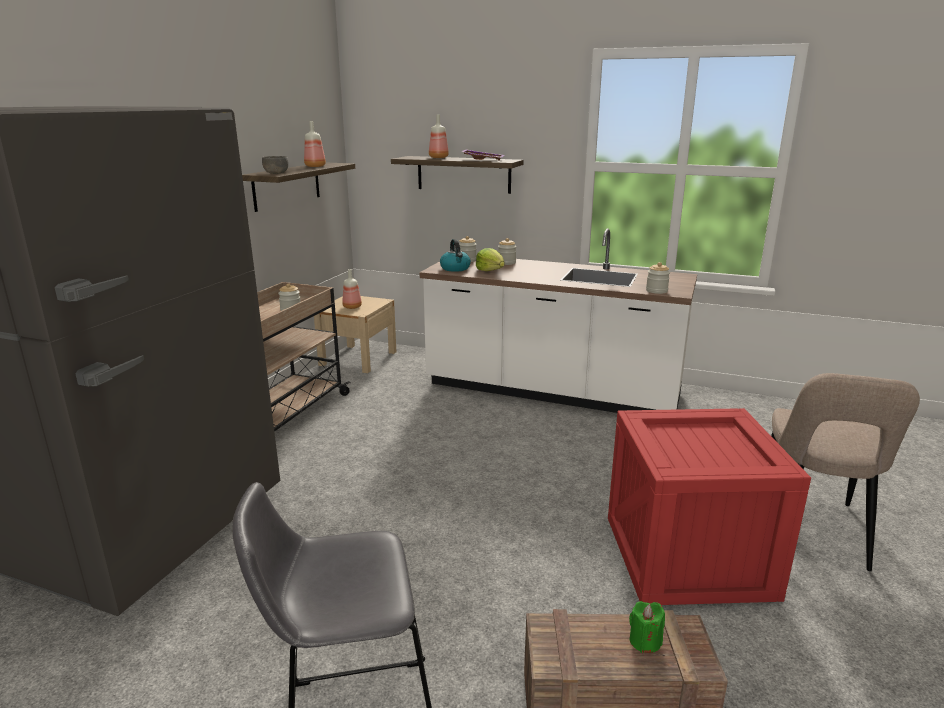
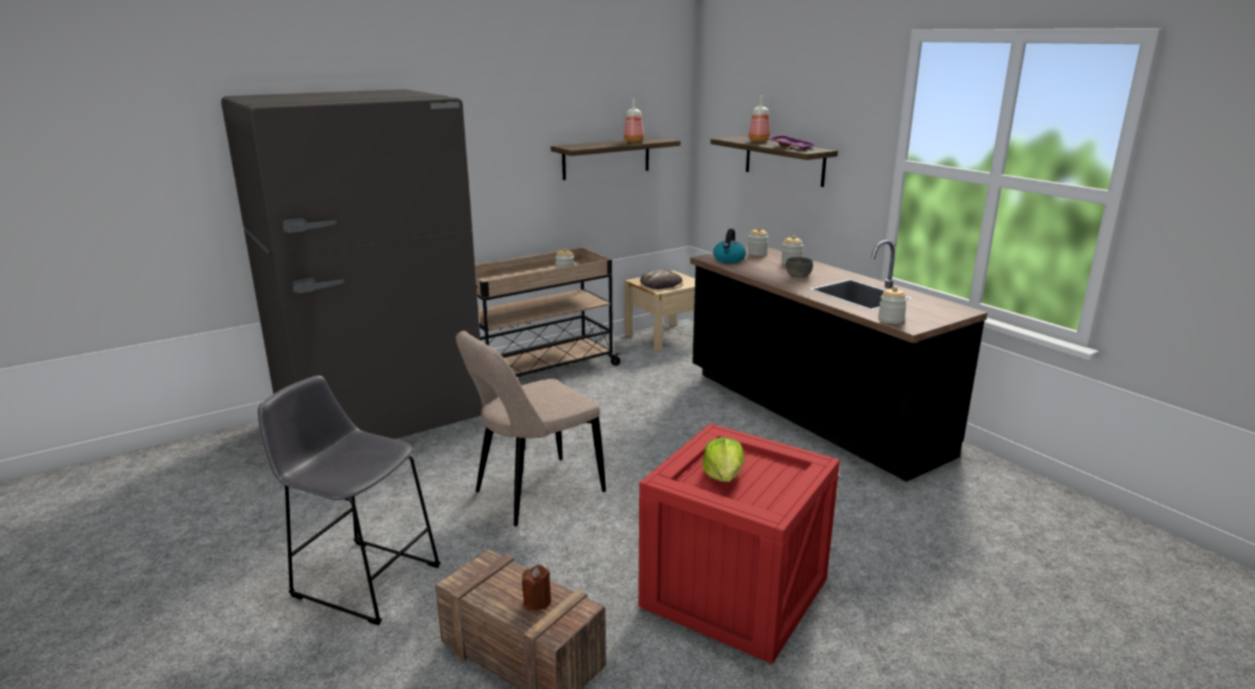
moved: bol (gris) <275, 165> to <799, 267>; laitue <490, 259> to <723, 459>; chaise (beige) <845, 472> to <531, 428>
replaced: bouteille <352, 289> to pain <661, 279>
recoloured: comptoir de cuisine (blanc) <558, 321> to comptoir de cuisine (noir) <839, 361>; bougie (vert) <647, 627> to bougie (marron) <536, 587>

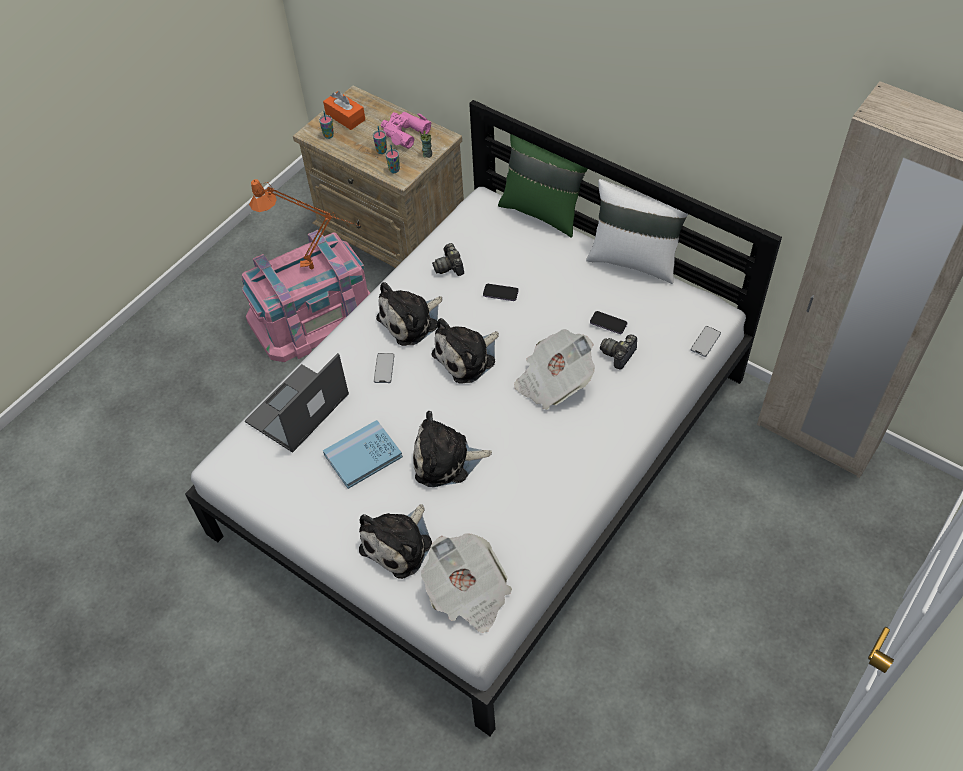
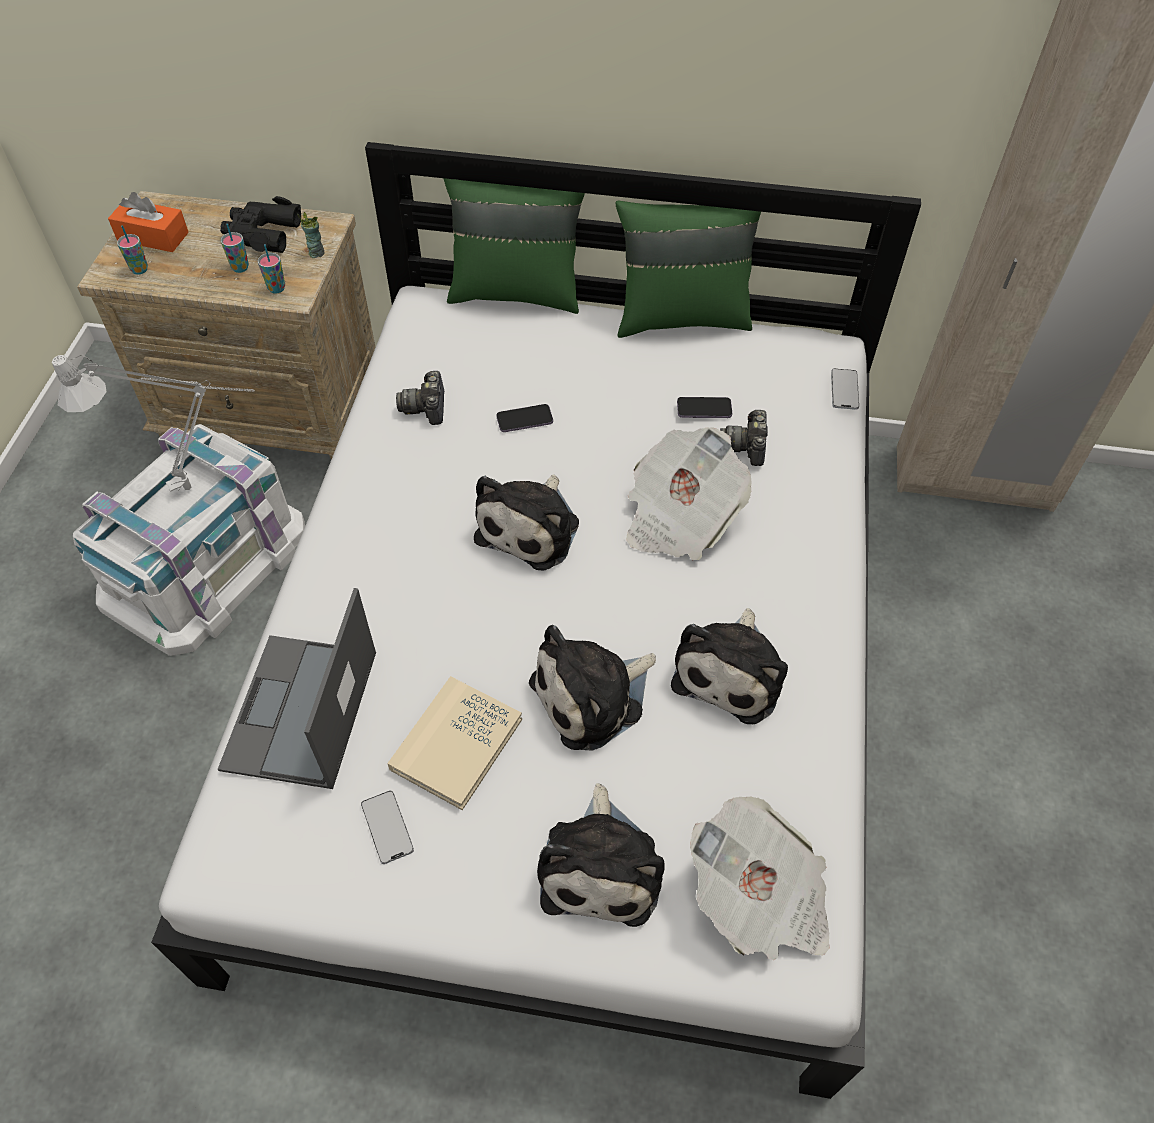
moved: téléphone <384, 368> to <387, 827>; peluche <409, 314> to <729, 666>
recoloured: boîte de rangement (rose) <306, 296> to boîte de rangement (blanc) <189, 540>; lampe de table (orange) <304, 224> to lampe de table (gris) <153, 423>; livre (bleu) <363, 454> to livre (beige) <454, 743>; jumelles (rose) <406, 130> to jumelles (noir) <260, 224>; coussin (blanc) <637, 231> to coussin (vert) <688, 269>
turned: appareil photo <448, 259> = <420, 398> 45 degrees clockwise

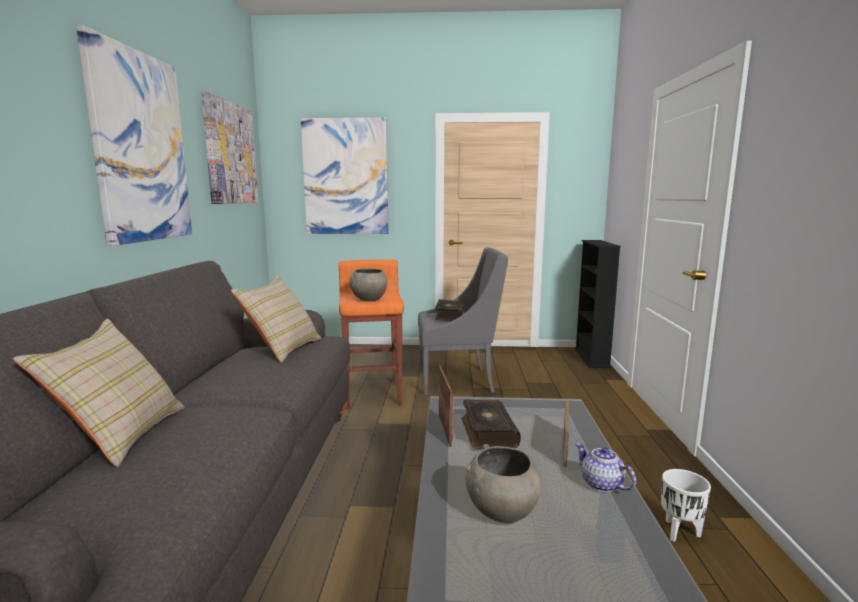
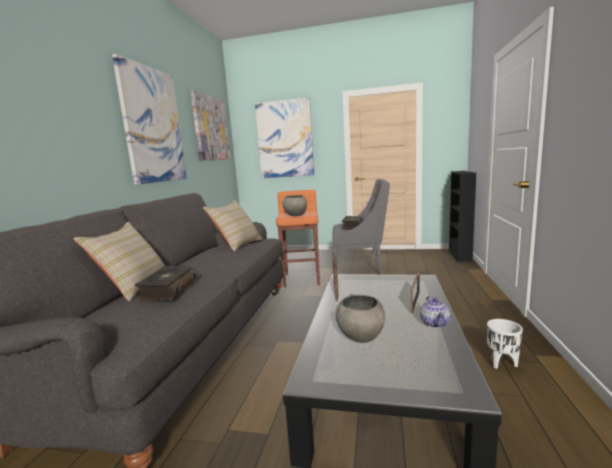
moved: livre <491, 424> to <166, 283>
turned: théière <605, 467> = <435, 312> 150 degrees counterclockwise

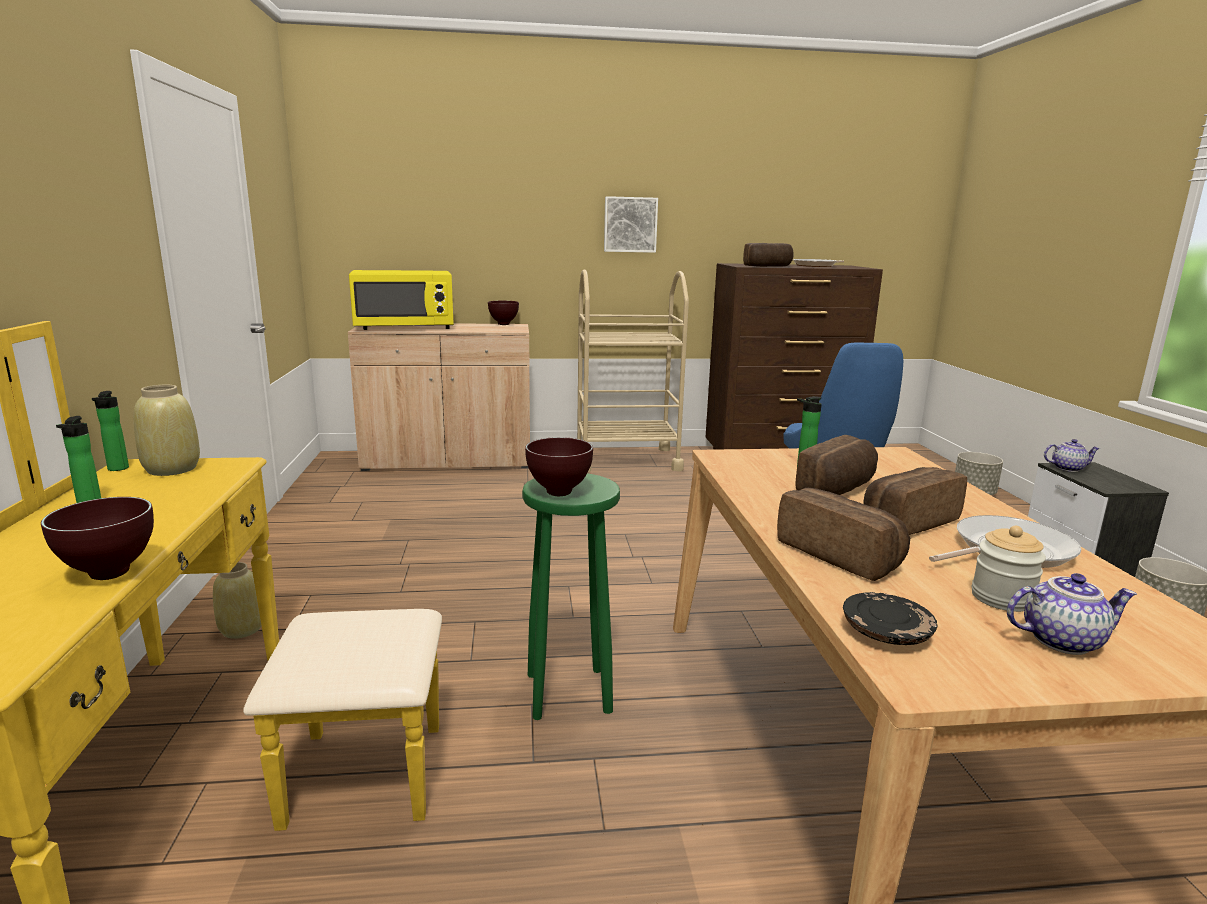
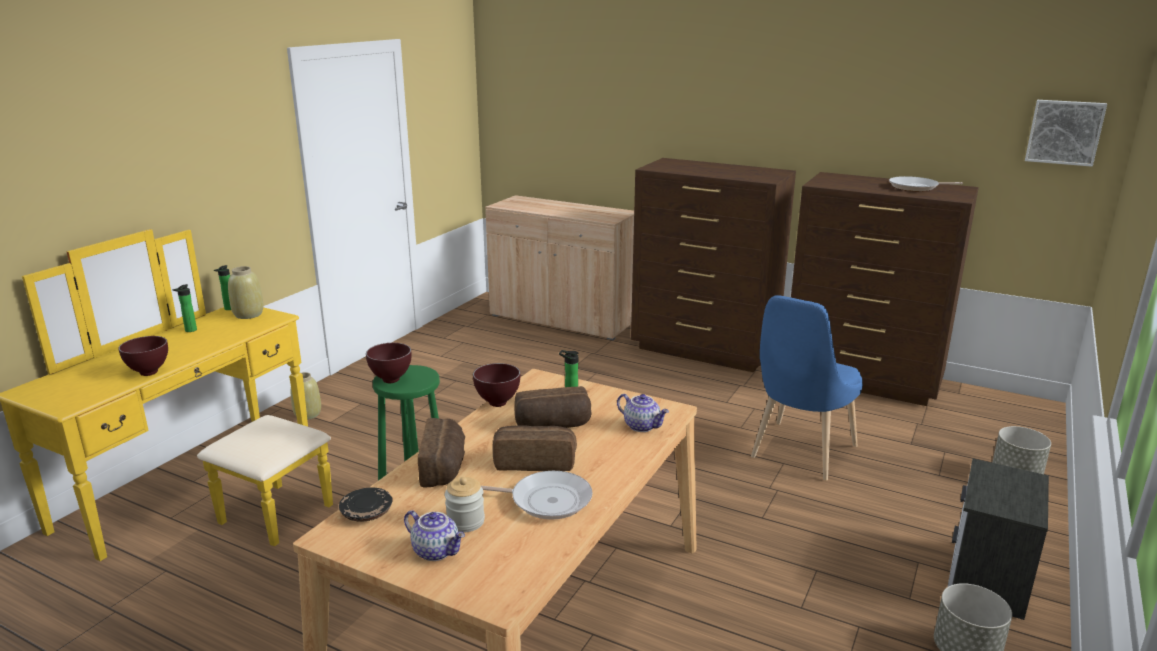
removed: micro-ondes (jaune) <401, 300>; pain <768, 255>
moved: bol (marron) <503, 313> to <496, 385>; tableau <631, 224> to <1066, 133>; théière <1072, 455> to <643, 413>
replaced: chariot (beige) <633, 371> to commode (marron) <713, 265>

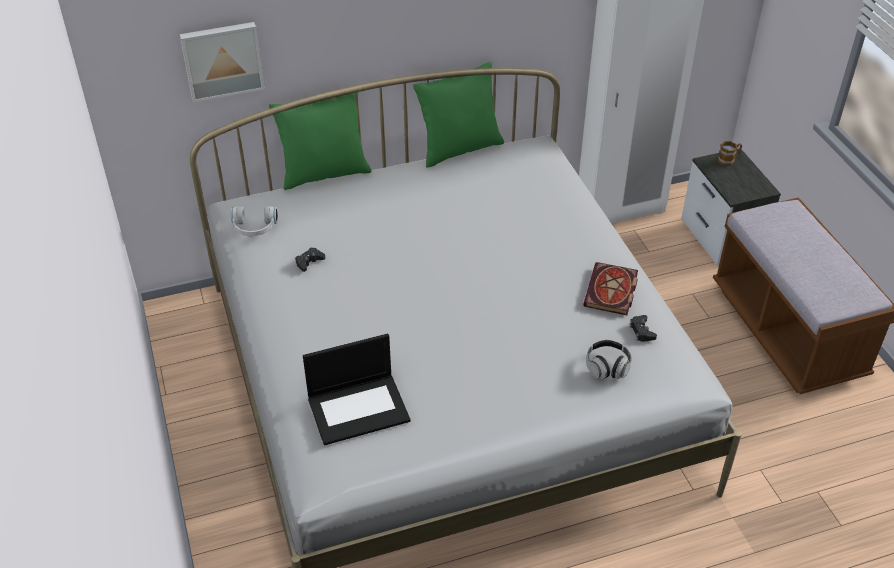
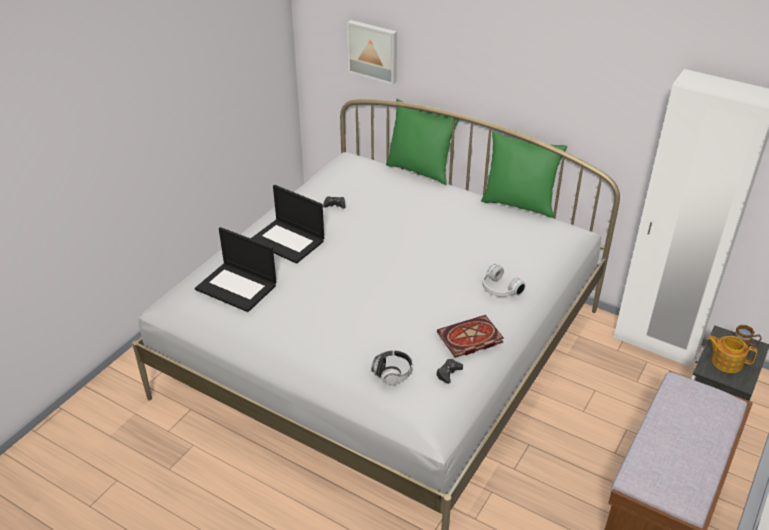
added: ordinateur portable <287, 224>; théière <732, 354>
moved: casque audio (blanc) <254, 221> to <504, 280>

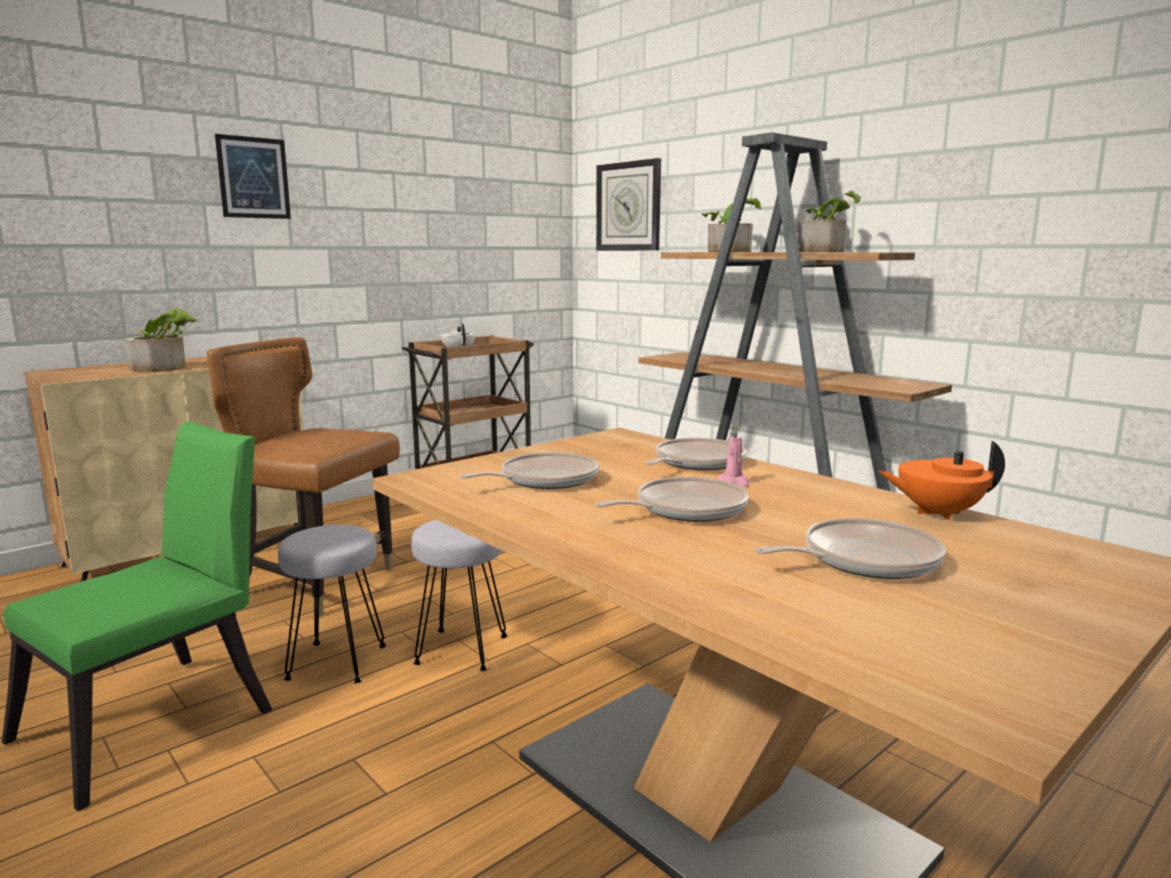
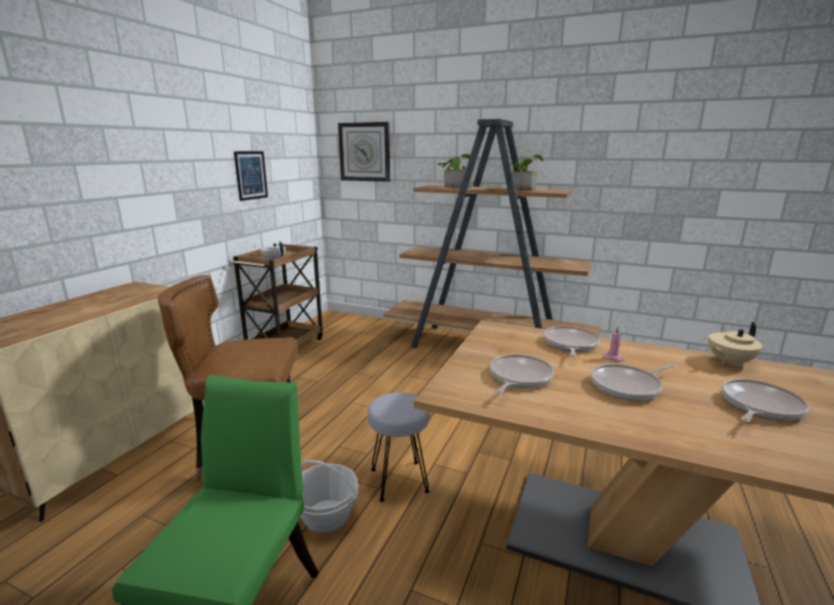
removed: plante en pot <161, 340>
moved: tableau <253, 176> to <251, 176>
replaced: tabouret (gris) <332, 604> to panier <330, 496>
recoloured: théière (orange) <941, 480> to théière (beige) <735, 344>
turned: poêle <671, 499> = <633, 382> 150 degrees counterclockwise

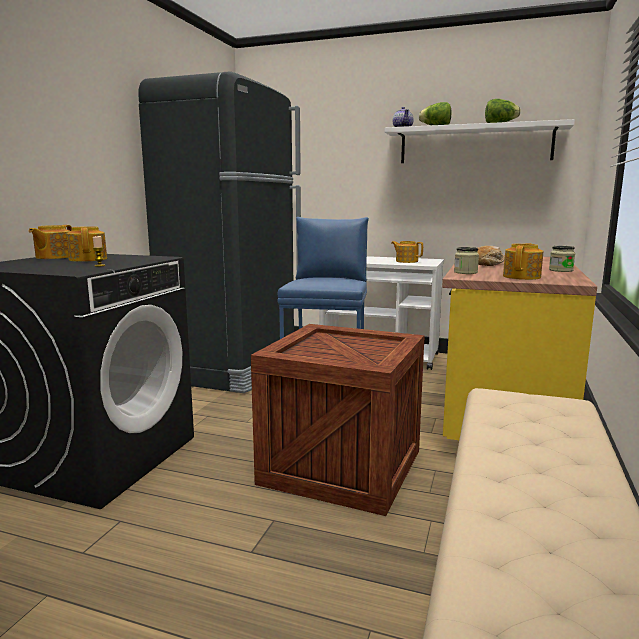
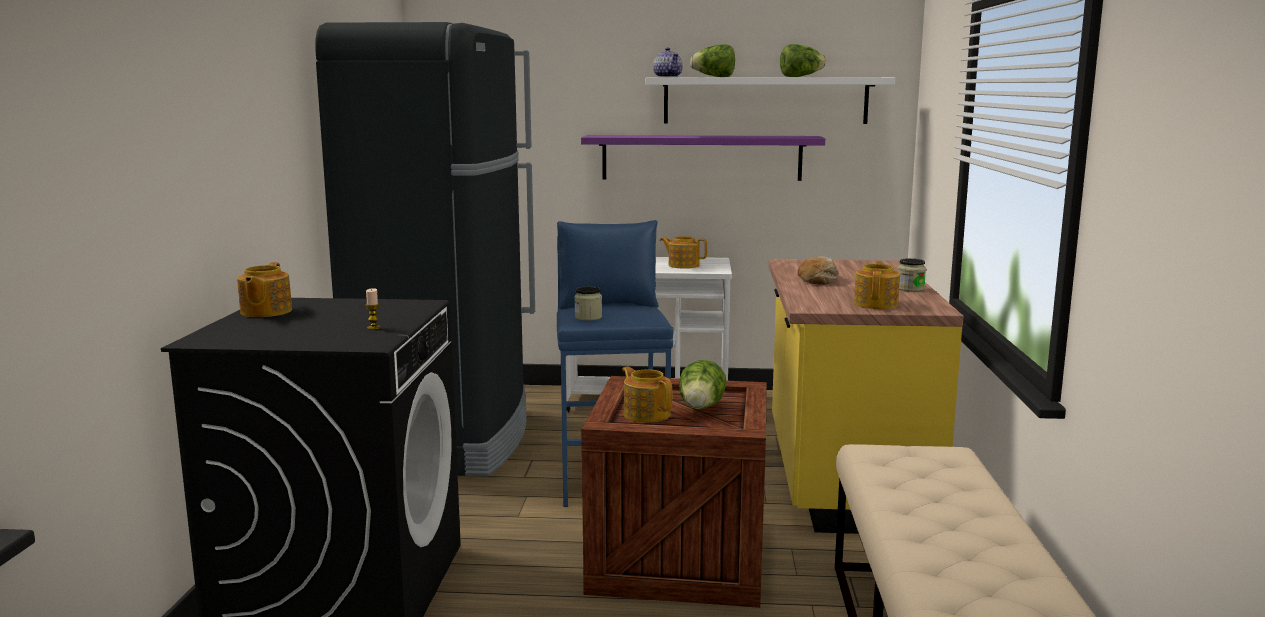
added: étagère (violet) <703, 158>; laitue <703, 384>
moved: théière <86, 244> to <647, 394>; bocal <466, 260> to <588, 304>

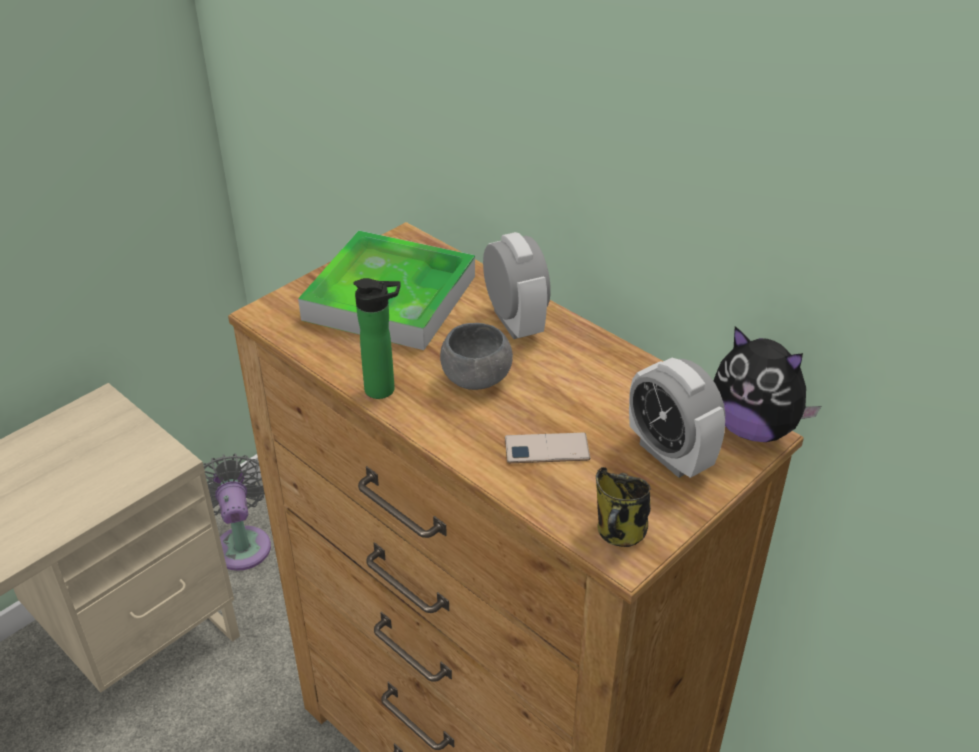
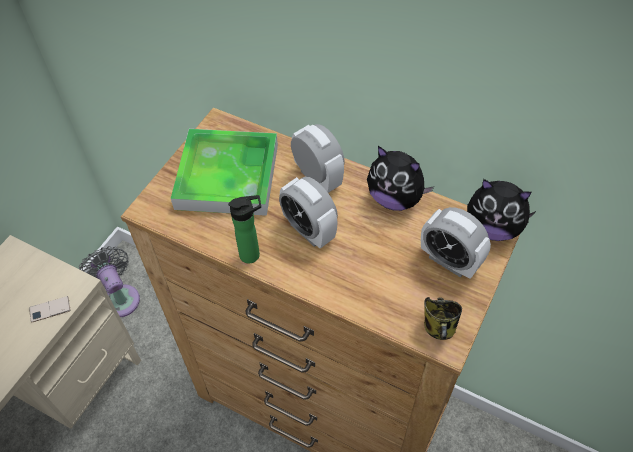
added: peluche <400, 178>
moved: téléphone <547, 448> to <50, 309>
replaced: bol (gris) <476, 356> to réveil <308, 213>

